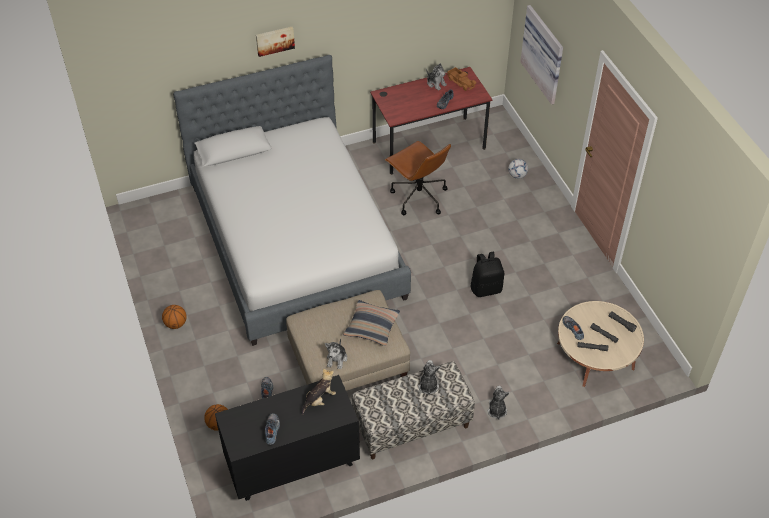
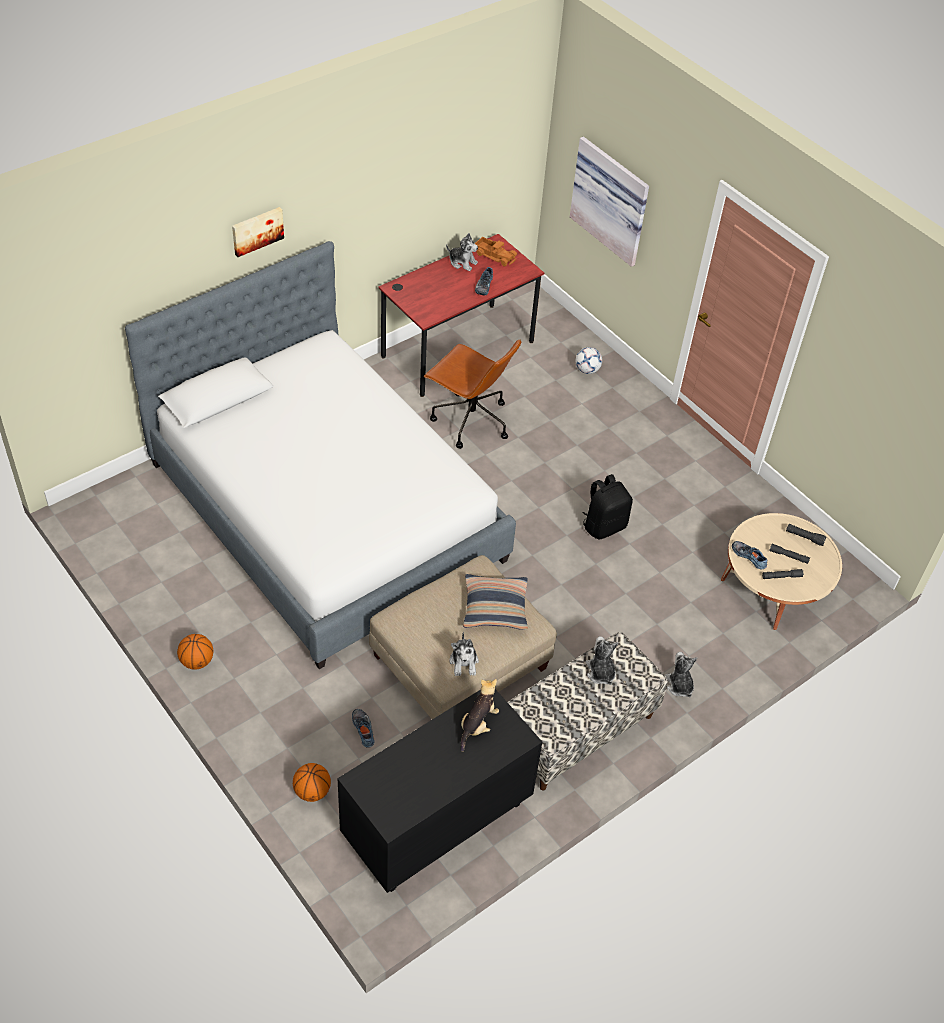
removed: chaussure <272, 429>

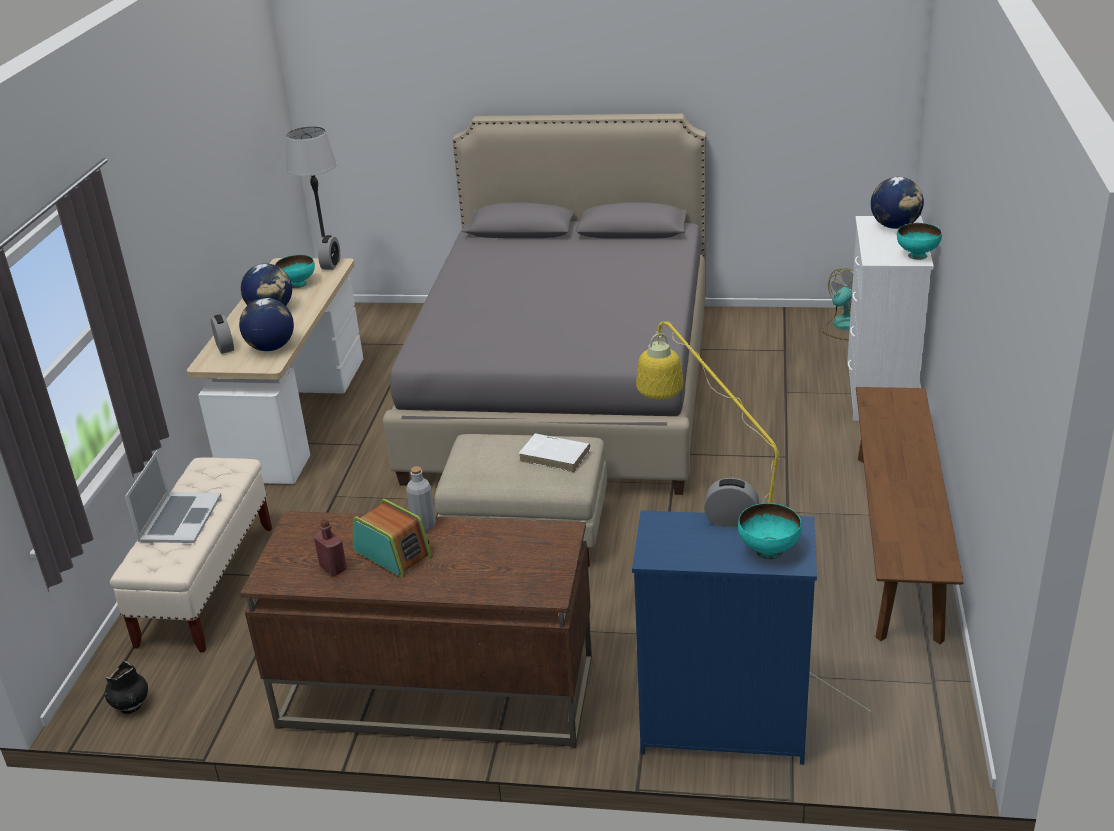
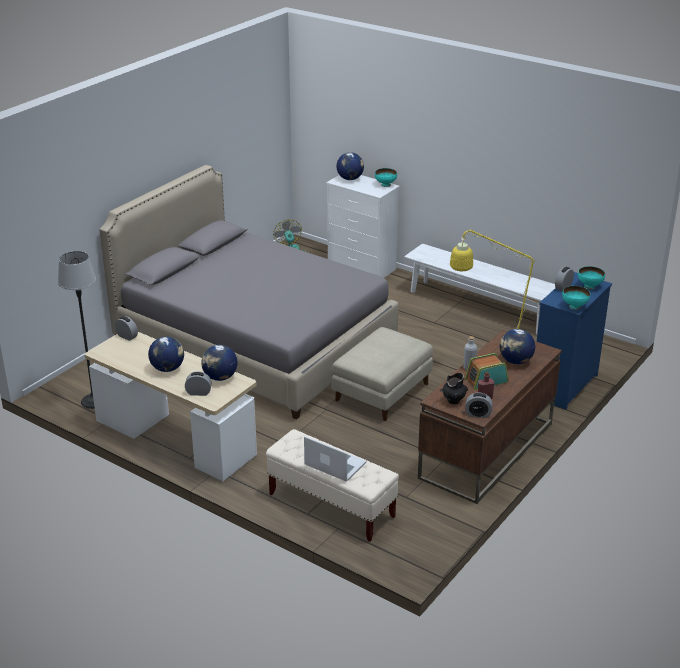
removed: livre (blanc) <555, 452>
added: réveil <479, 405>; globe <517, 346>
moved: vase (noir) <126, 687> to <454, 388>; bol (turquoise) <295, 271> to <576, 298>
recoloured: banc (marron) <910, 515> to banc (blanc) <479, 289>

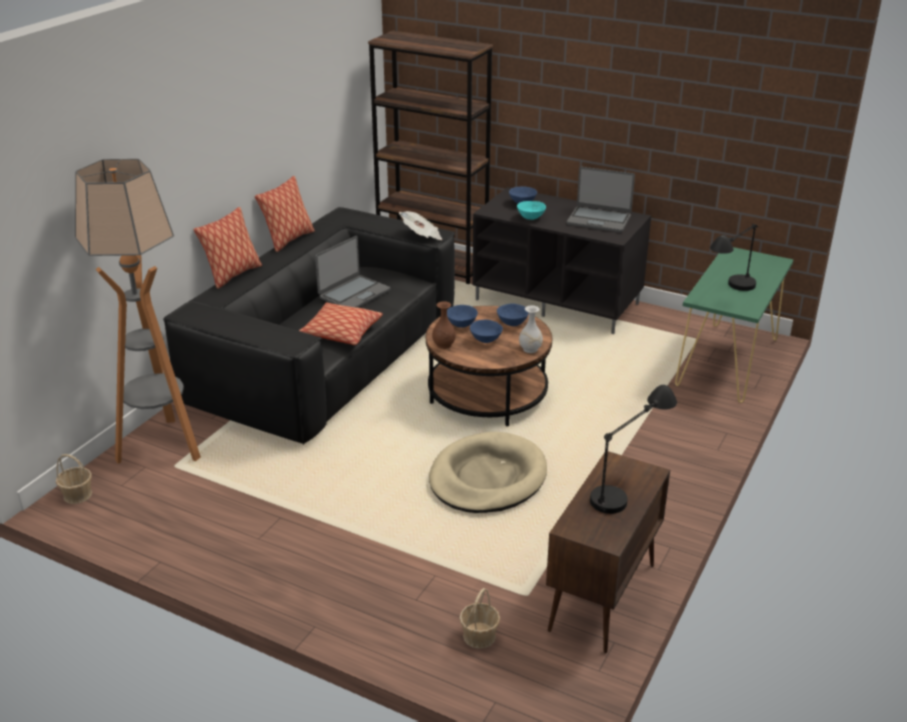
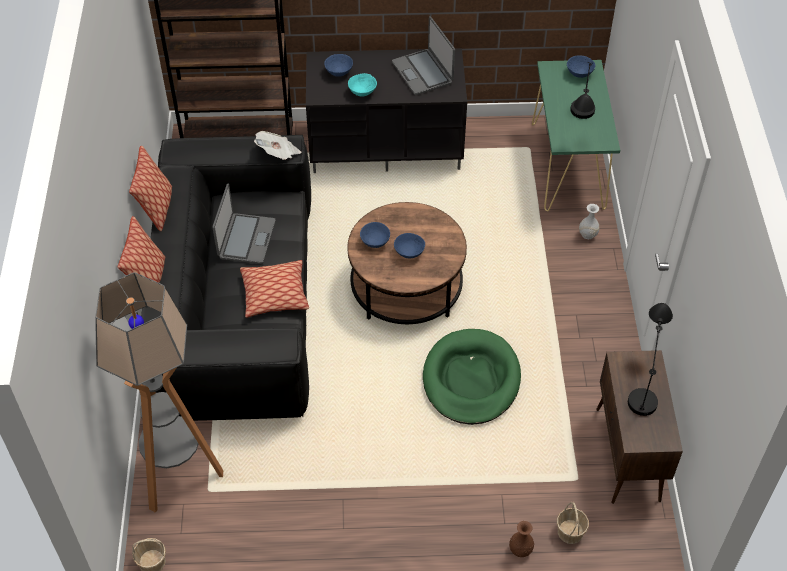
moved: vase (marron) <444, 325> to <521, 539>; bol (bleu) <513, 314> to <581, 66>; vase (blanc) <531, 329> to <589, 221>
recoloured: panier pour chien (beige) <488, 472> to panier pour chien (vert) <472, 377>
turned: ordinateur portable <601, 199> = <423, 55> 75 degrees clockwise

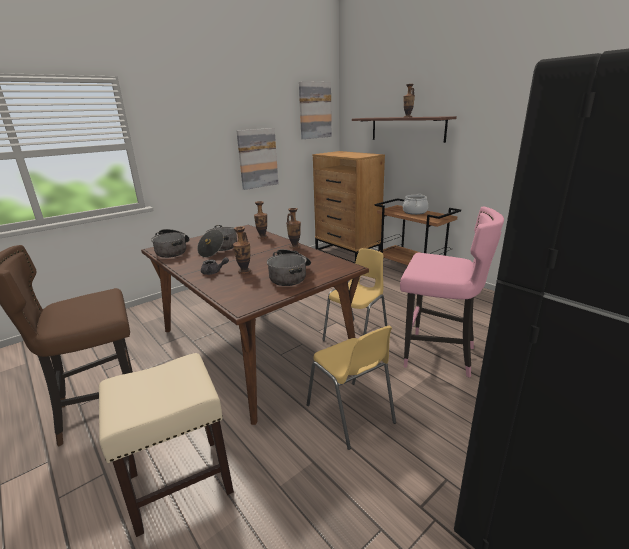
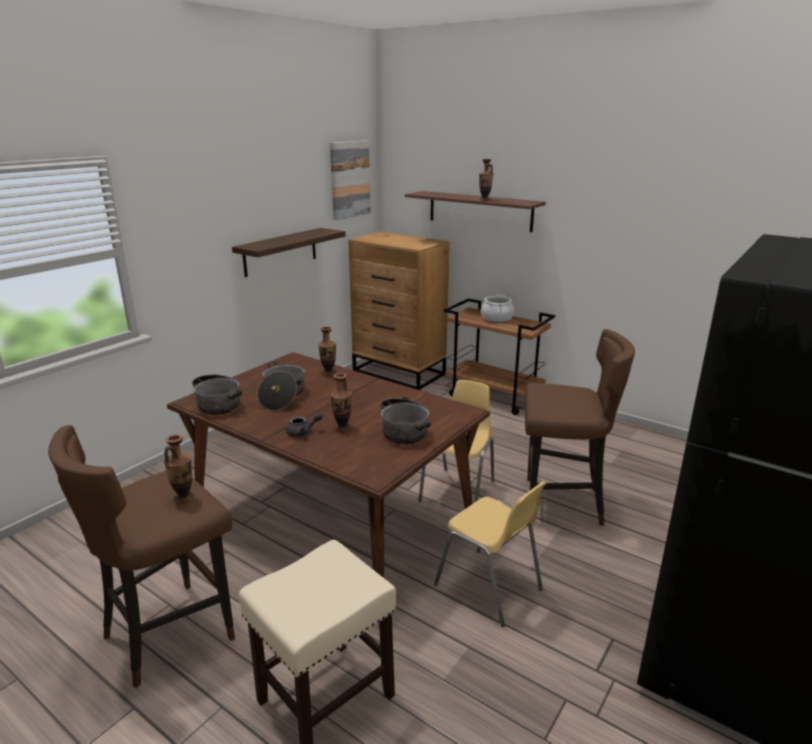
moved: vase <293, 228> to <179, 469>
replaced: tableau <258, 159> to étagère <289, 252>
recoloured: tabouret (rose) <452, 292> to tabouret (marron) <580, 427>

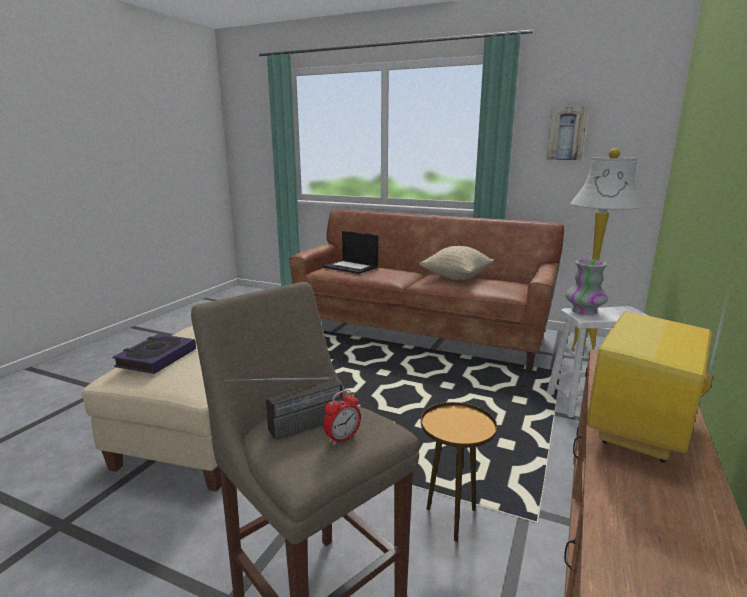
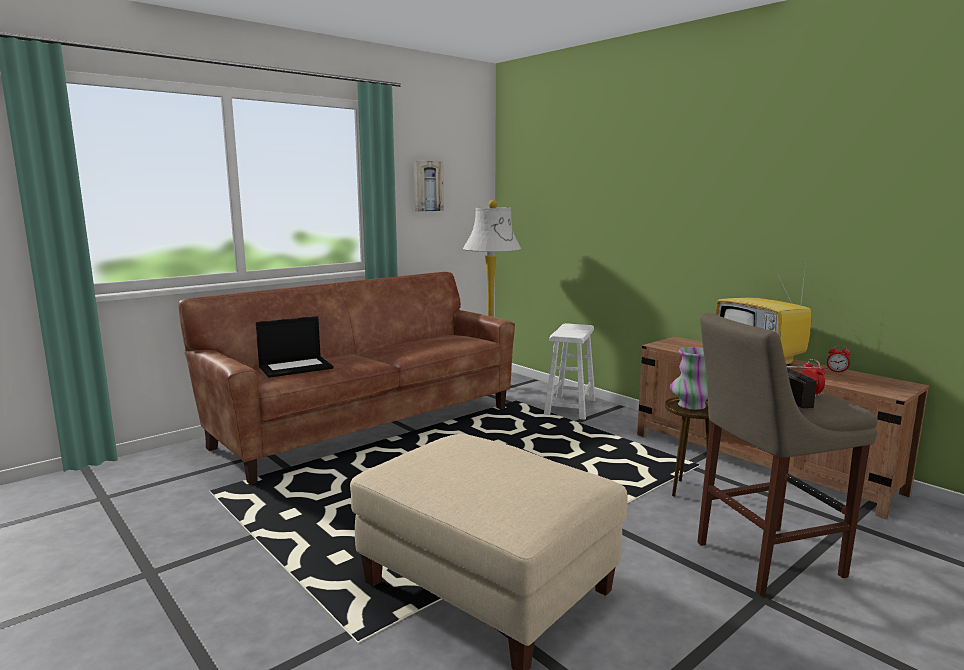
removed: livre <154, 354>; coussin (beige) <456, 263>
added: réveil <839, 359>
moved: vase <586, 287> to <689, 378>

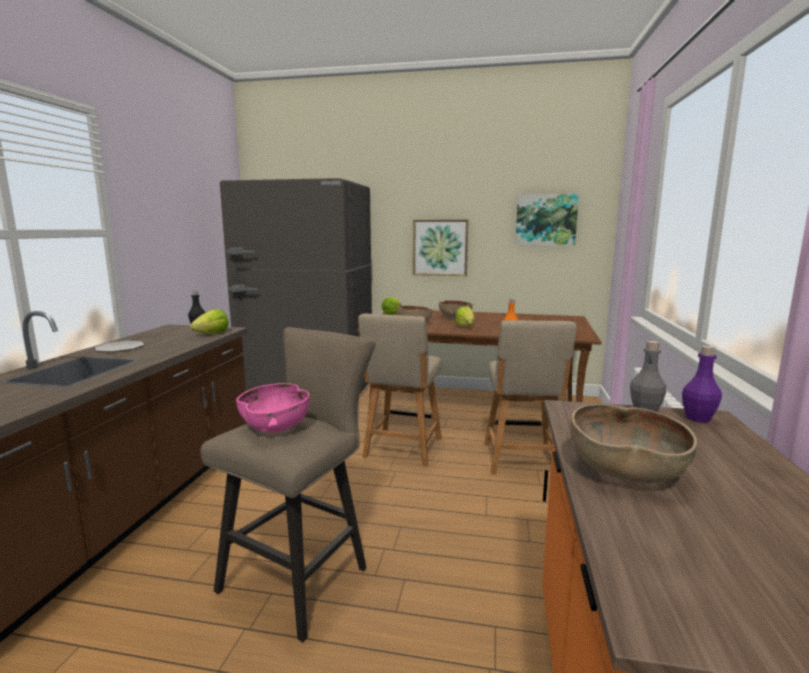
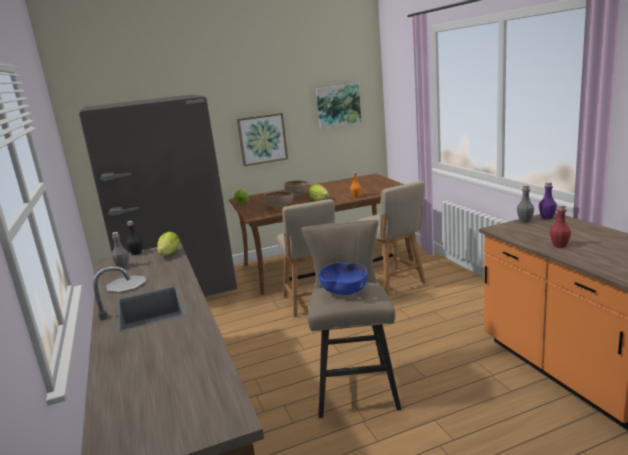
added: bouteille (gris) <120, 250>
replaced: bol (marron) <634, 443> to bouteille (rouge) <560, 226>
recoloured: bol (rose) <273, 408> to bol (bleu) <343, 278>

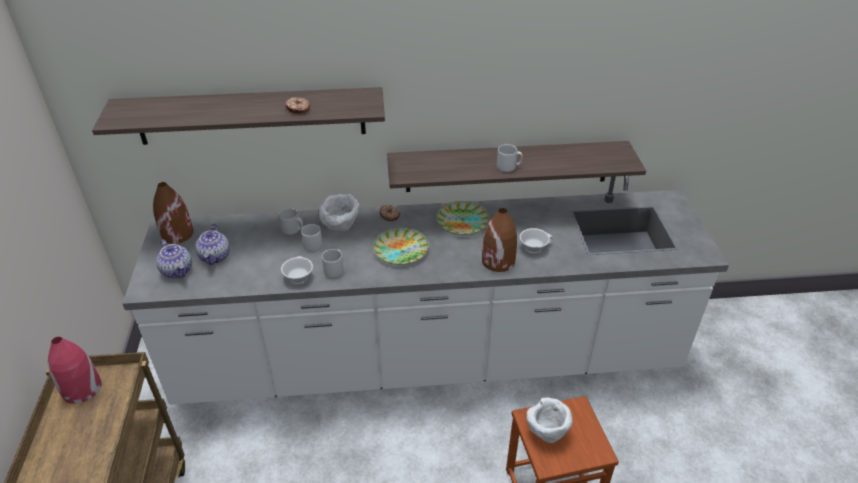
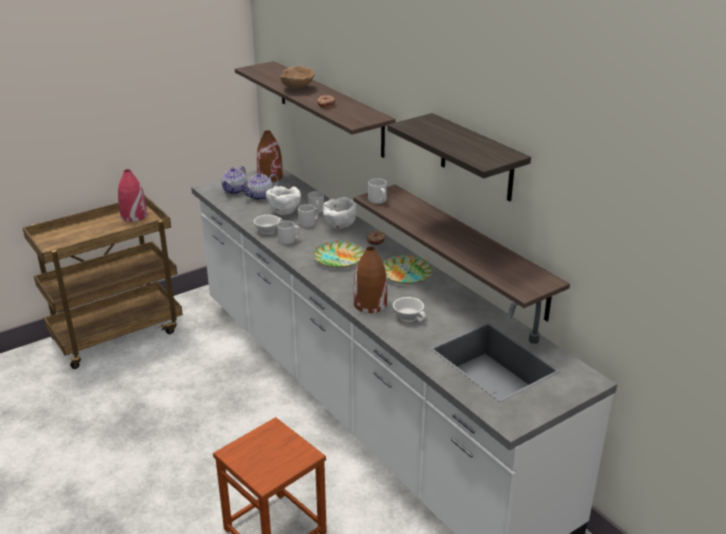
added: bol (marron) <297, 77>; étagère <459, 157>
moved: mug (gris) <509, 158> to <377, 191>; bol (blanc) <550, 420> to <283, 200>

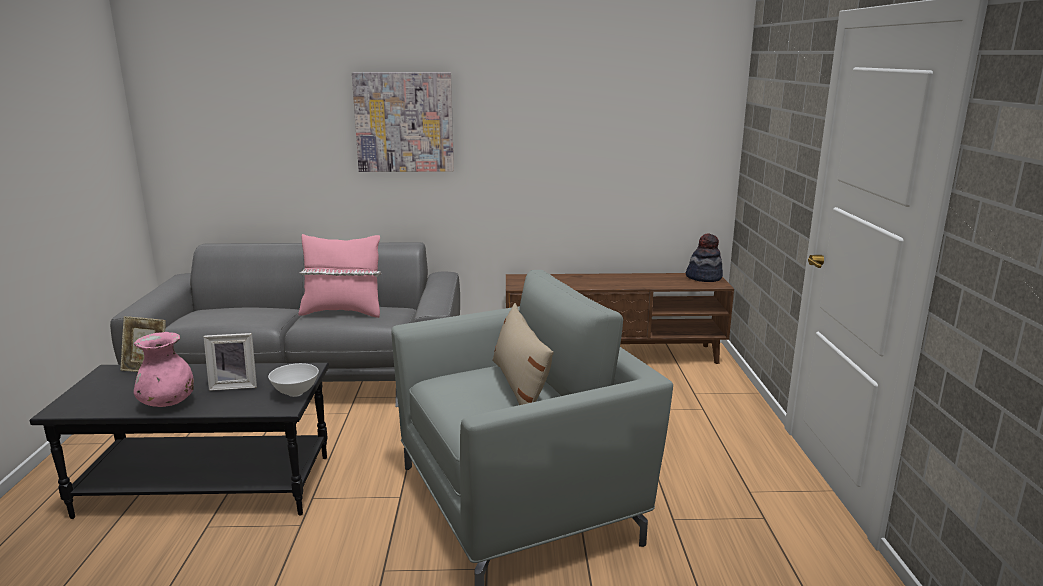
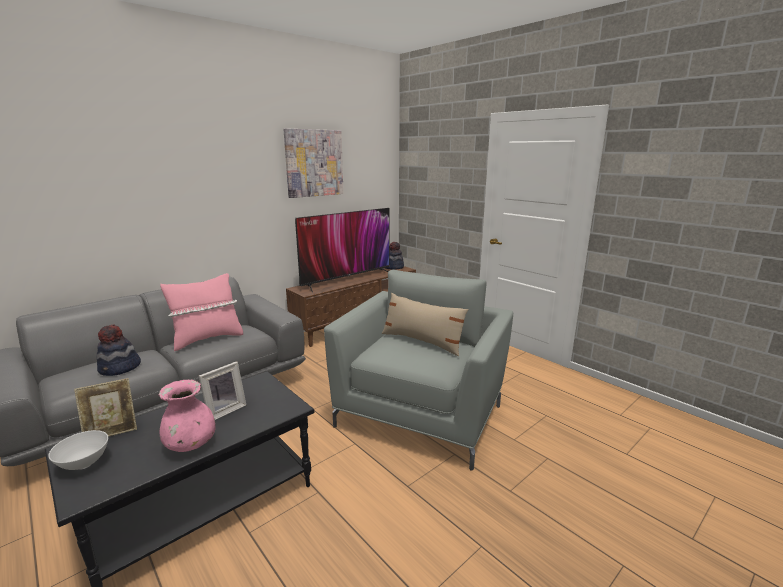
added: chapeau <119, 350>; téléviseur <342, 250>
moved: bol (blanc) <293, 380> to <78, 450>; tableau <403, 122> to <313, 163>

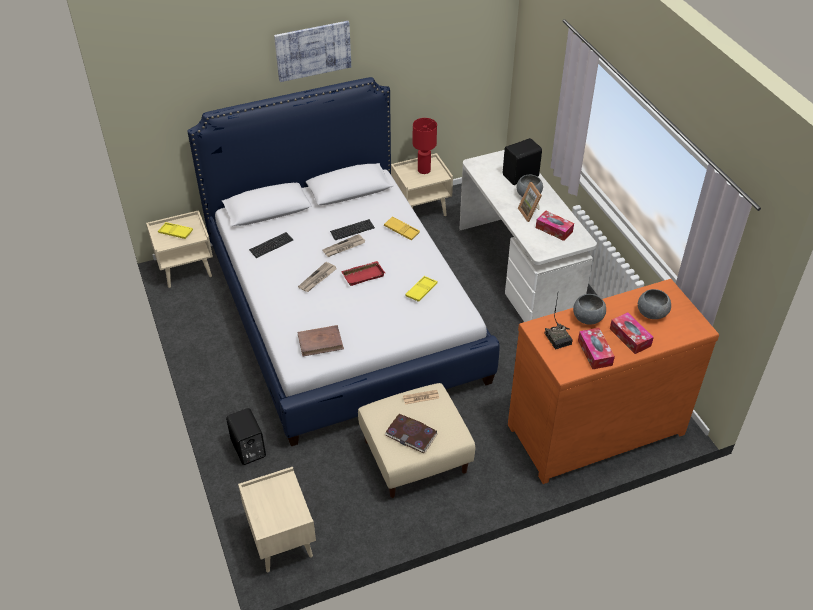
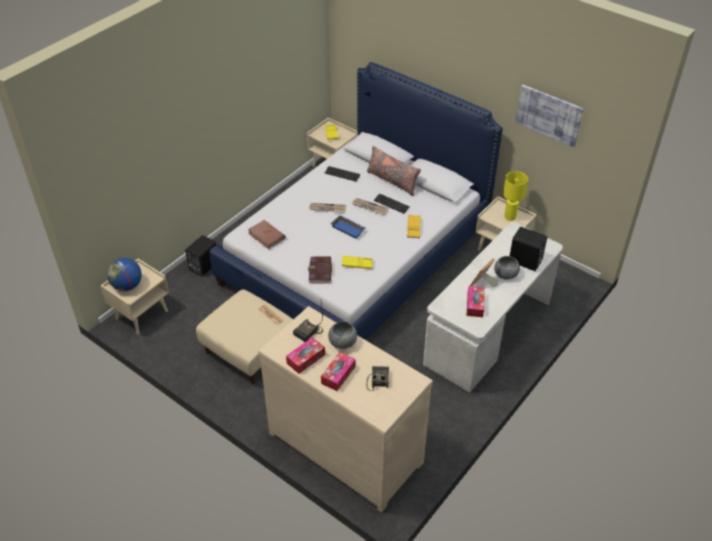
added: globe <124, 274>; coussin (gris) <394, 171>
moved: tableau <312, 51> to <549, 116>; livre <411, 433> to <320, 270>
replaced: bol (gris) <654, 304> to radio <377, 378>
recoloured: plateau (rouge) <363, 273> to plateau (bleu) <348, 227>; lampe de table (rouge) <425, 146> to lampe de table (jaune) <515, 196>; commode (orange) <613, 381> to commode (beige) <345, 409>

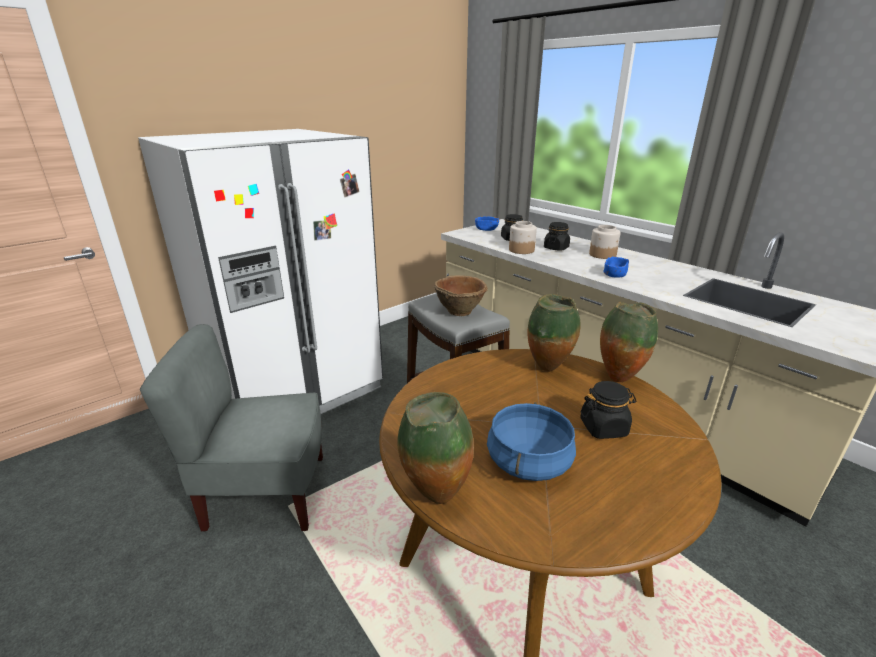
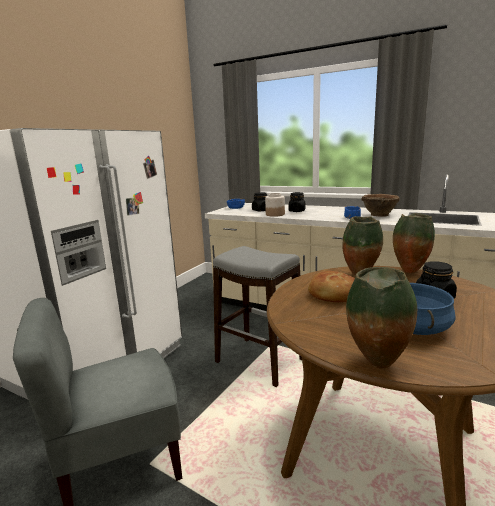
removed: bocal <605, 242>
added: pain <331, 286>
moved: bol (marron) <461, 295> to <380, 205>

